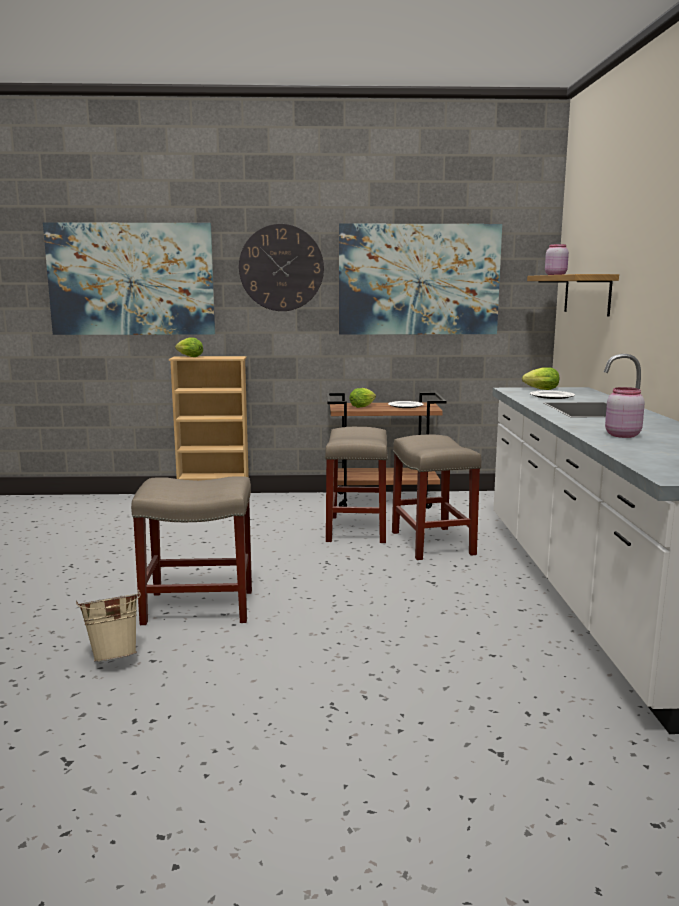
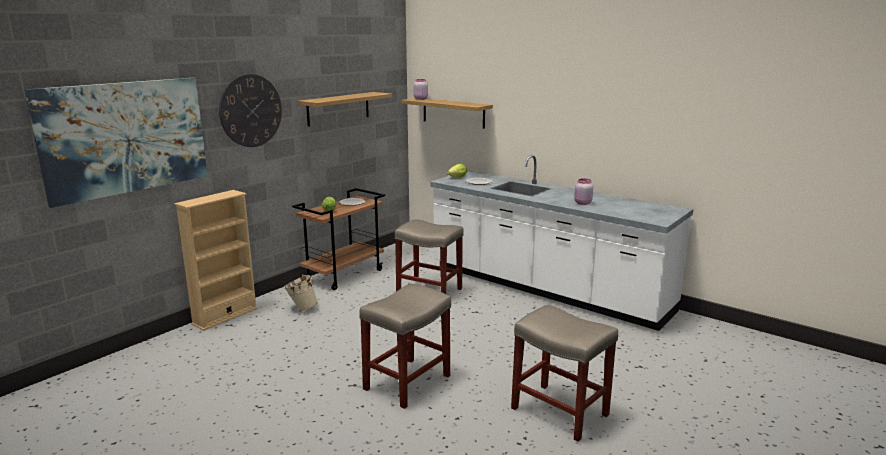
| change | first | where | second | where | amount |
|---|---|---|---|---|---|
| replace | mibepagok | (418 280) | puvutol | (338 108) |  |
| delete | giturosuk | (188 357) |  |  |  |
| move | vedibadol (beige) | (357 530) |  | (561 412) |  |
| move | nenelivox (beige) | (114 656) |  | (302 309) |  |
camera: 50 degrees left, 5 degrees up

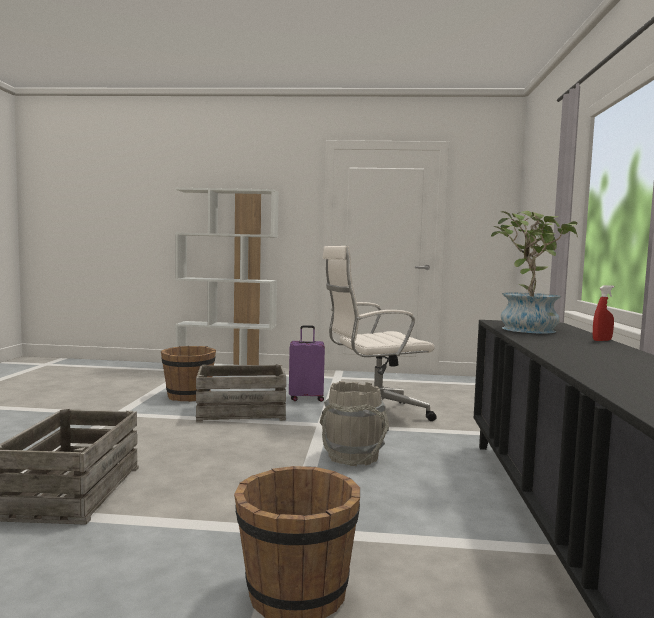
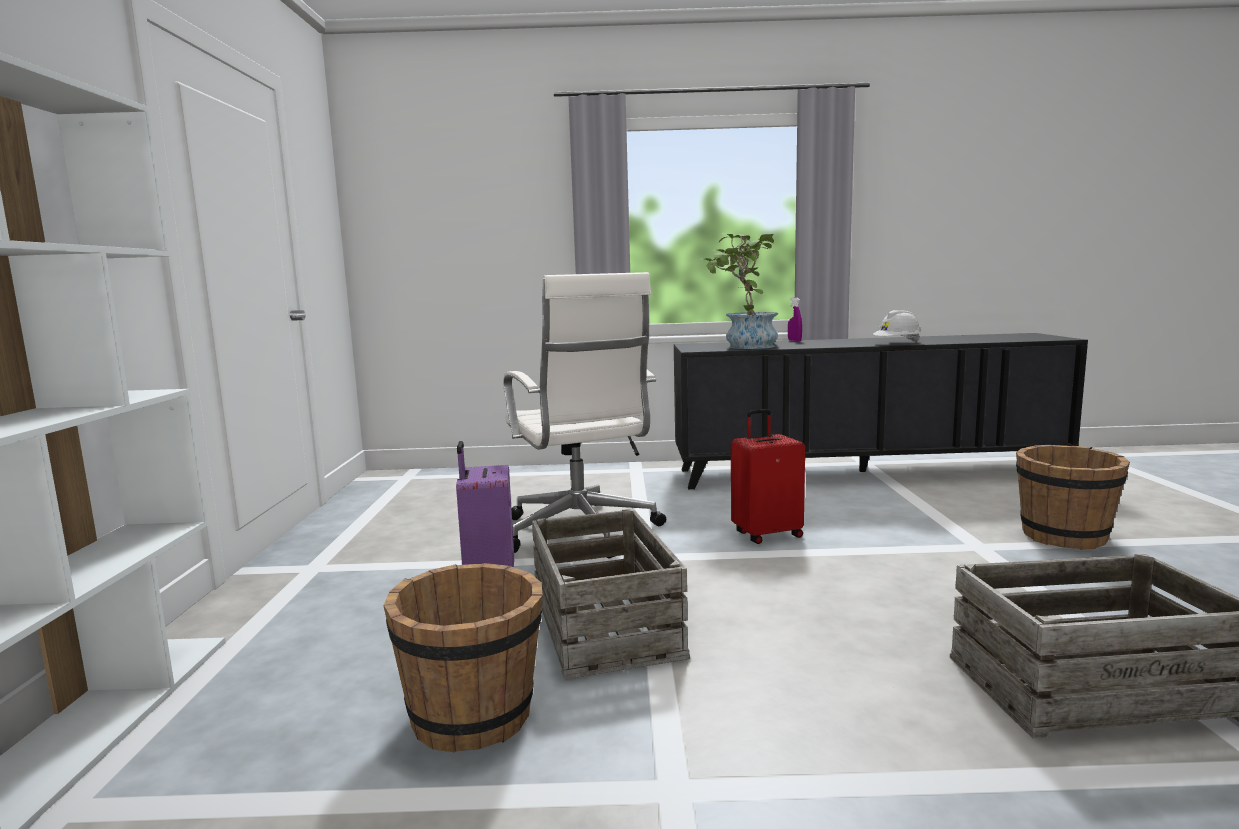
| change | first | where | second | where | amount |
|---|---|---|---|---|---|
| recolor | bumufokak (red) | (602 340) | bumufokak (purple) | (794 341) |  |
| replace | nenelivox (grey) | (353 457) | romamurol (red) | (766 534) |  |
| insert |  |  | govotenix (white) | (897 343) |  |
camera: 95 degrees left, 5 degrees up

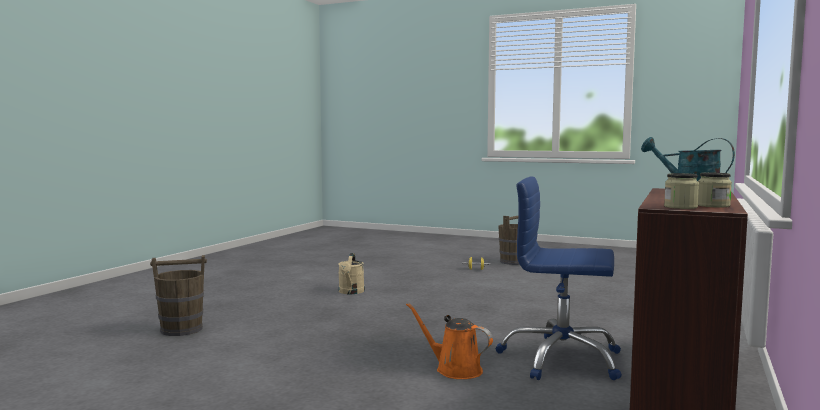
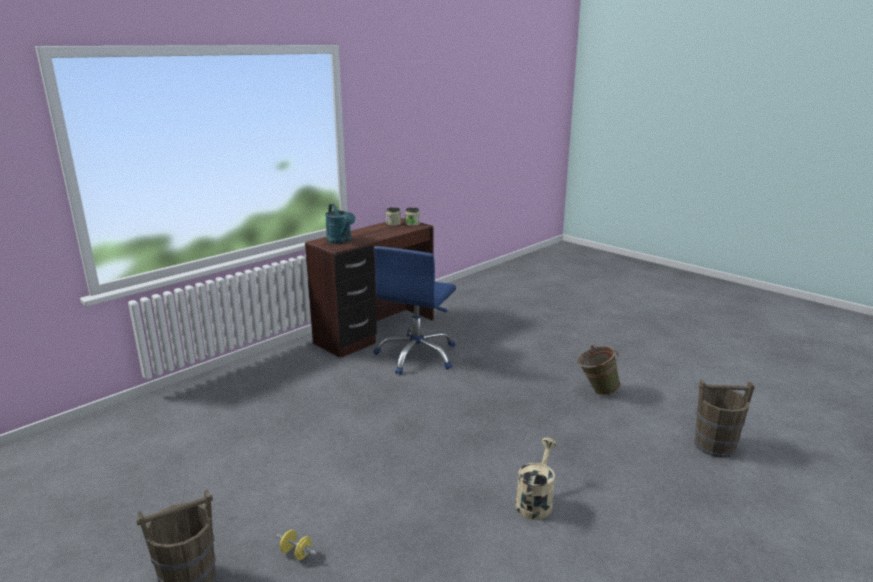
| change | first | where | second | where | amount |
|---|---|---|---|---|---|
| rotate | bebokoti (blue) | (561 359) |  | (417 355) | 75 degrees clockwise |
| delete | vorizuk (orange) | (454 369) |  |  |  |
| insert |  |  | nenelivox (green) | (596 391) |  |
camera: 160 degrees left, 15 degrees up

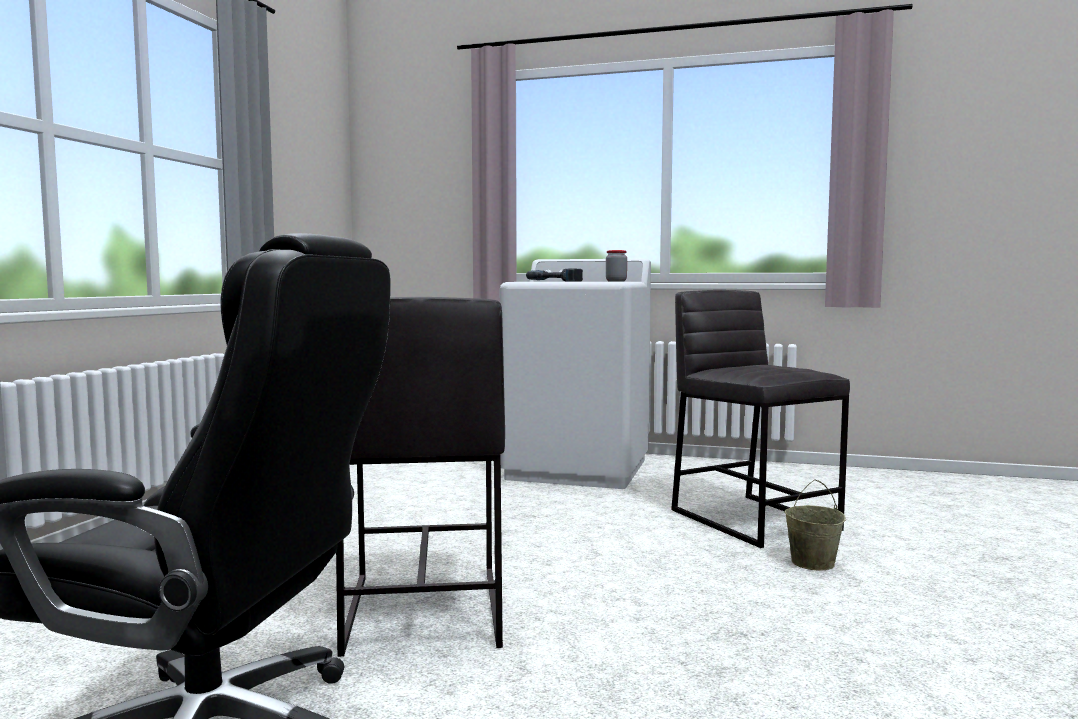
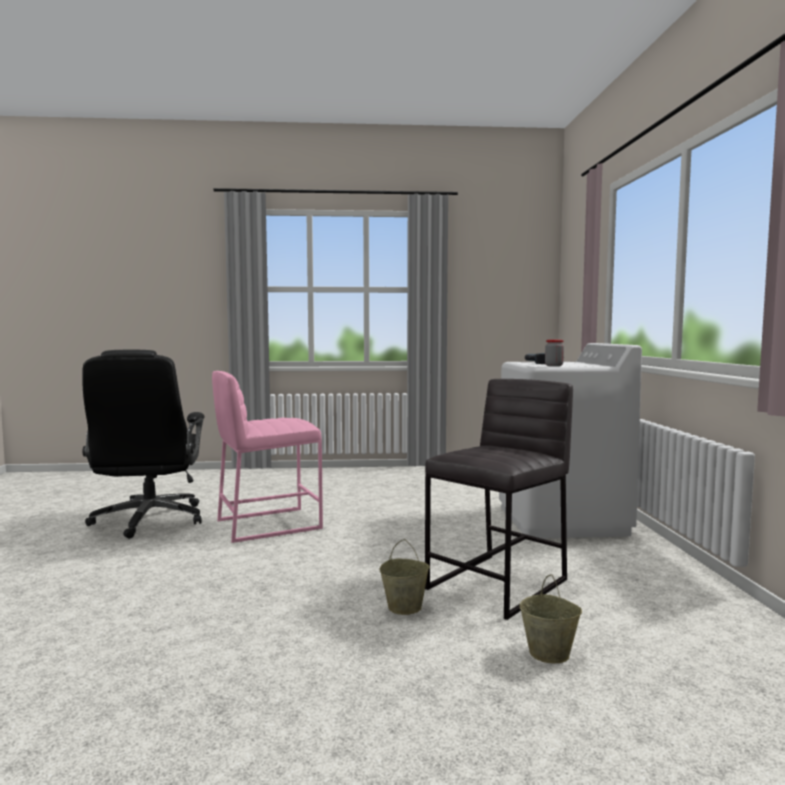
| change | first | where | second | where | amount |
|---|---|---|---|---|---|
| recolor | vedibadol (grey) | (421 610) | vedibadol (pink) | (267 524) |  |
| insert |  |  | nenelivox (beige) | (550 653) |  |
camera: 70 degrees right, 0 degrees up

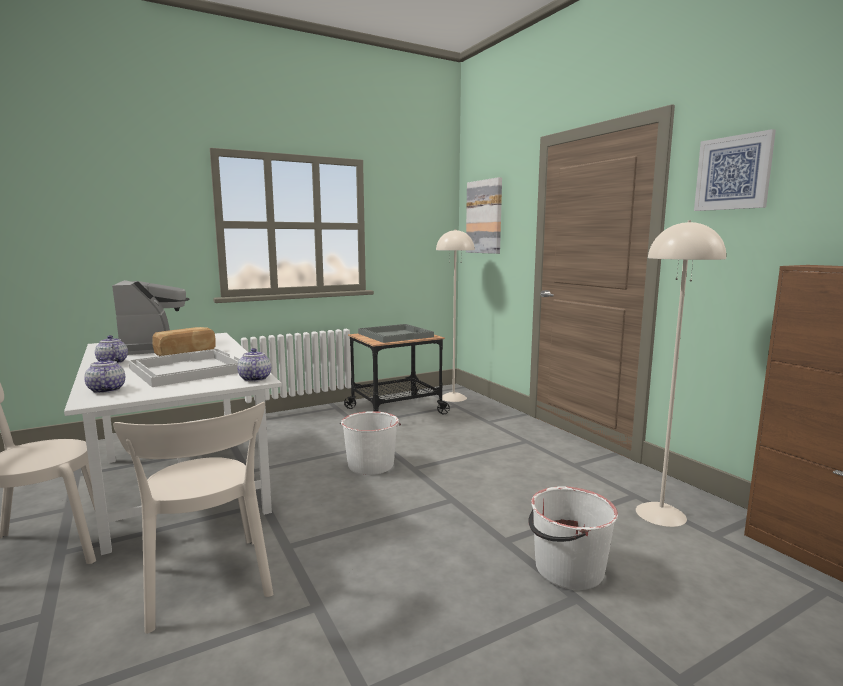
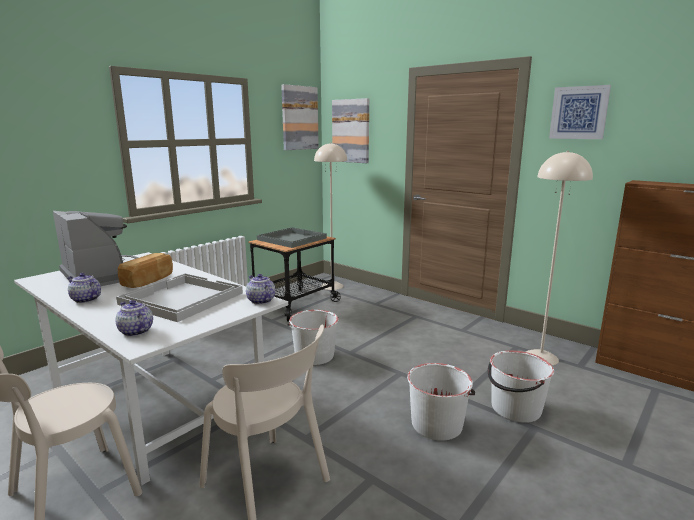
| change | first | where | second | where | amount |
|---|---|---|---|---|---|
| insert |  |  | mibepagok | (299 118) |  |
| insert |  |  | nenelivox (white) | (437 424) |  |
camera: 20 degrees left, 5 degrees up

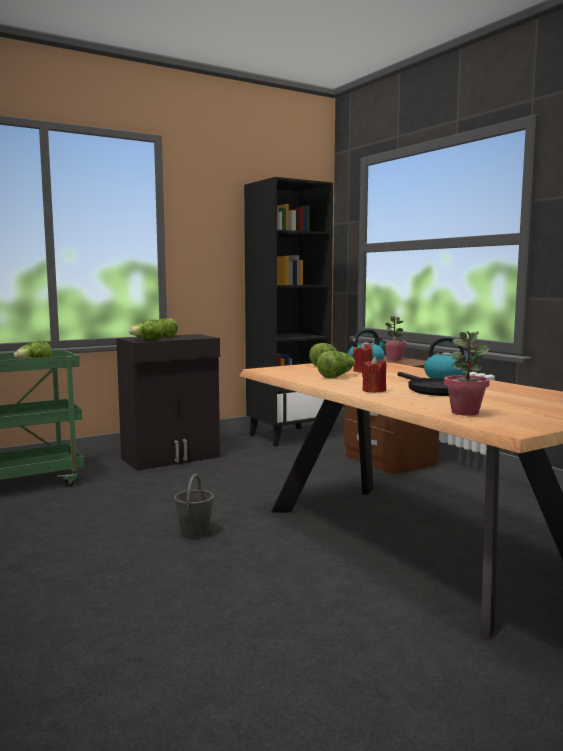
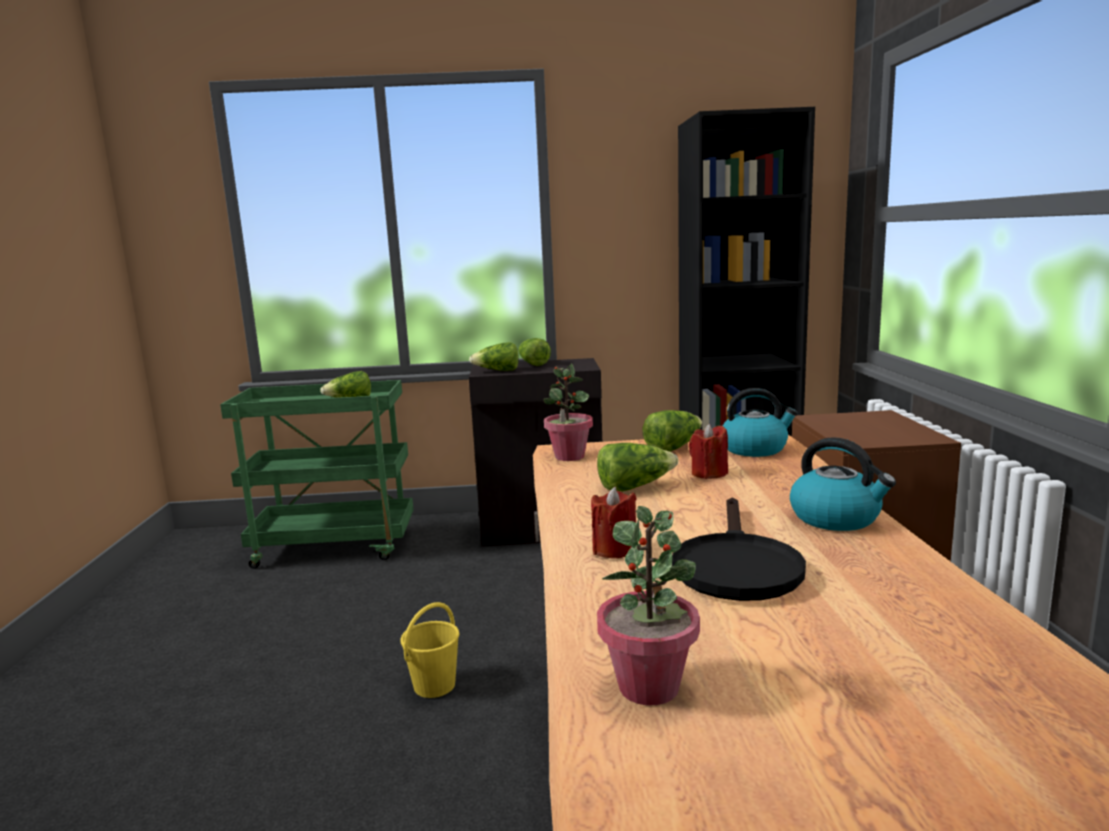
| change | first | where | second | where | amount |
|---|---|---|---|---|---|
| move | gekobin | (394 359) |  | (569 456) |  |
| recolor | nenelivox (grey) | (194 532) | nenelivox (yellow) | (434 686) |  |
camera: 30 degrees right, 5 degrees up

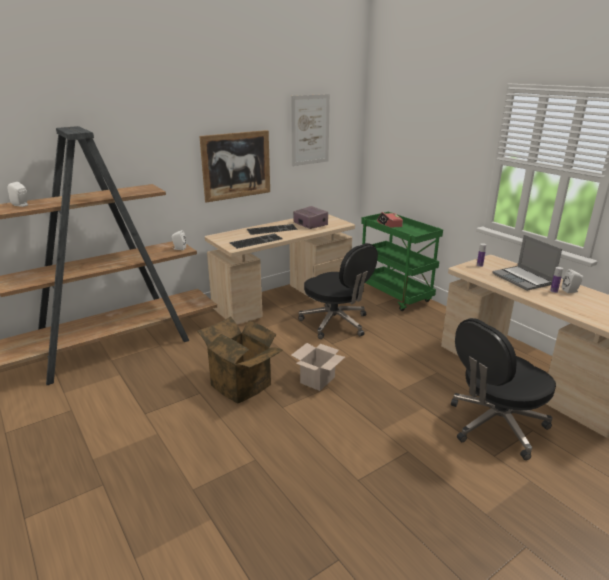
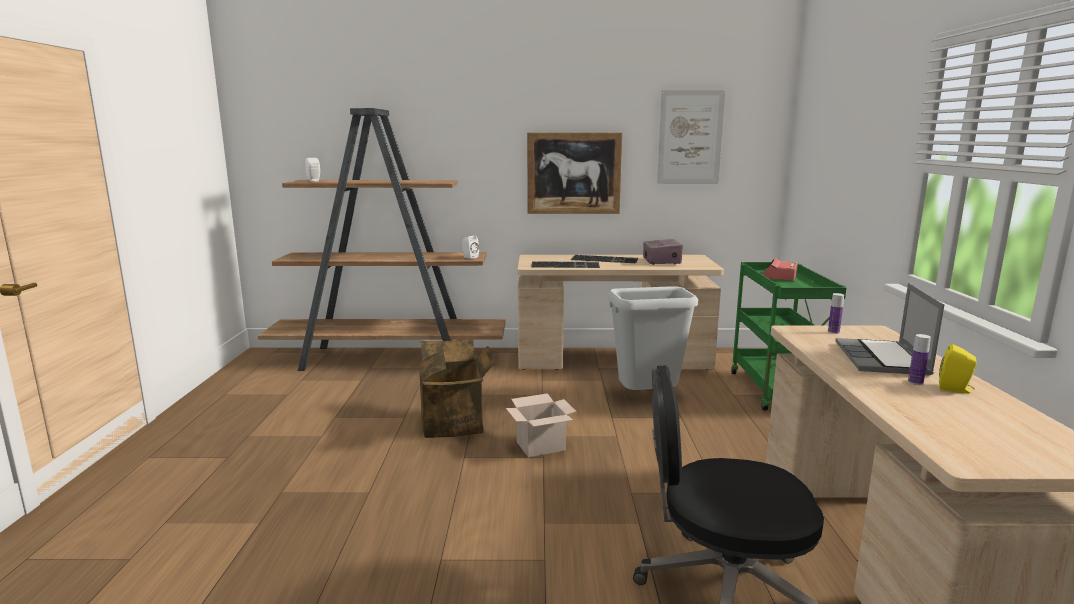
| change | first | where | second | where | amount |
|---|---|---|---|---|---|
| replace | bebokoti (black) | (336 323) | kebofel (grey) | (647 399) |  |
| recolor | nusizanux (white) | (571 291) | nusizanux (yellow) | (955 389) |  |
camera: 35 degrees right, 10 degrees down

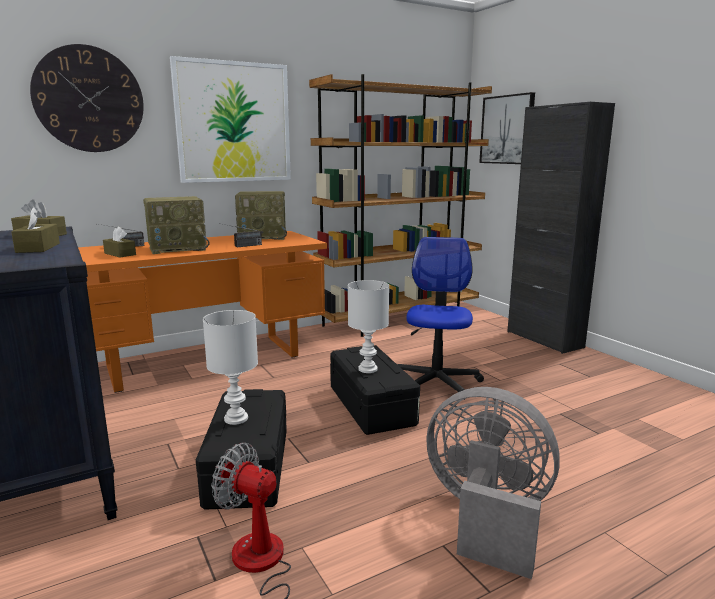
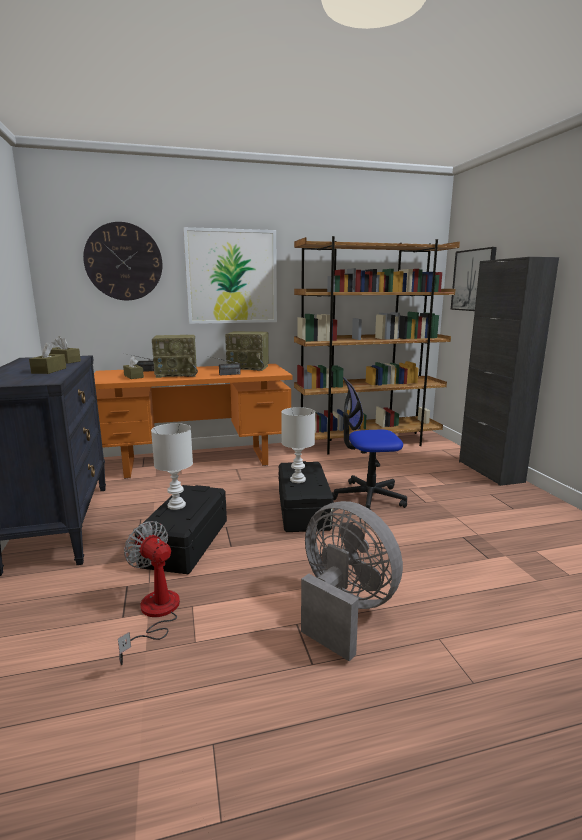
| change | first | where | second | where | amount |
|---|---|---|---|---|---|
| rotate | bebokoti | (436 382) |  | (368 498) | 120 degrees counterclockwise |
camera: 15 degrees right, 0 degrees up

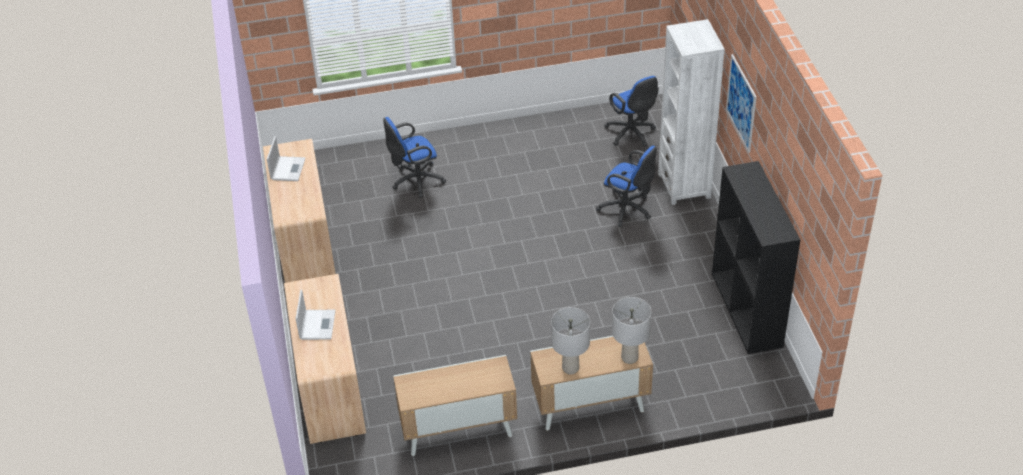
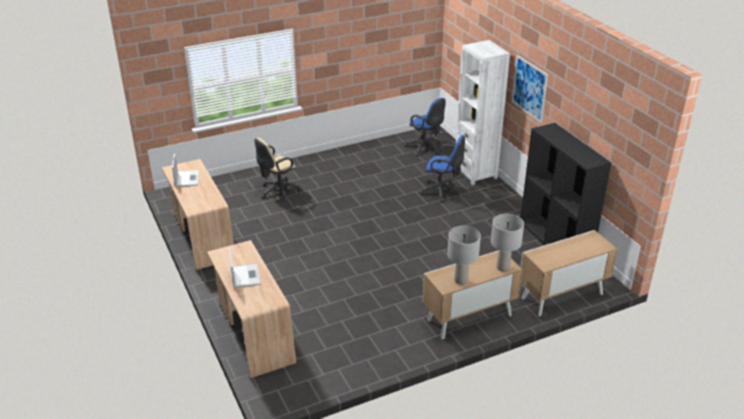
| change | first | where | second | where | amount |
|---|---|---|---|---|---|
| recolor | bebokoti (blue) | (415 181) | bebokoti (beige) | (278 191) |  |
| move | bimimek | (458 431) |  | (562 296) |  |
camera: 15 degrees left, 10 degrees down

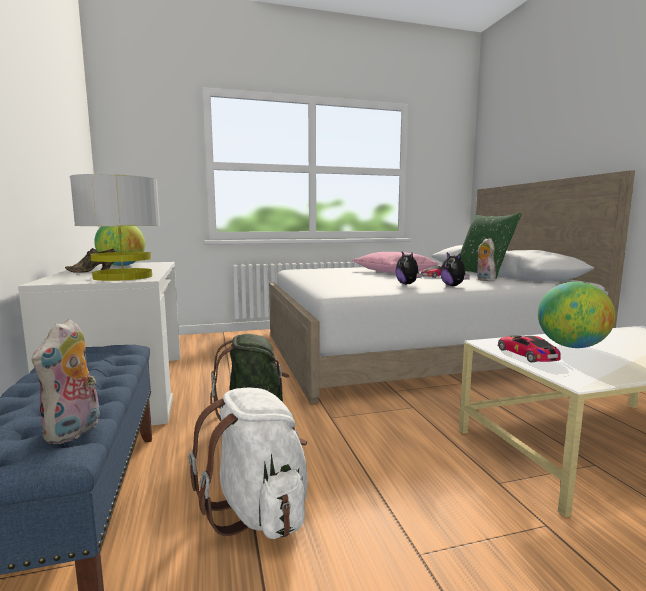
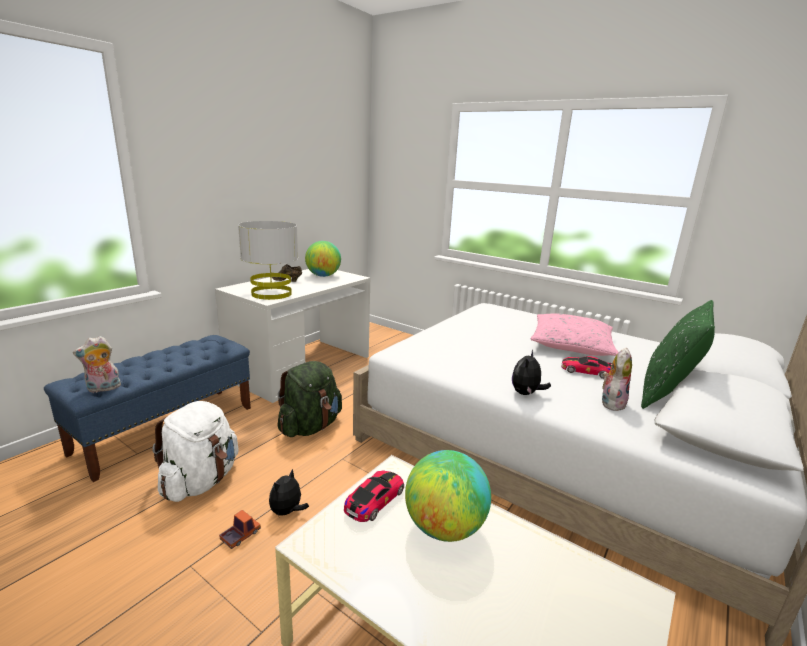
| change | first | where | second | where | amount |
|---|---|---|---|---|---|
| move | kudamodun | (407 284) |  | (287 512) |  |
| insert |  |  | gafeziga | (240 535) |  |
camera: 50 degrees right, 10 degrees up

